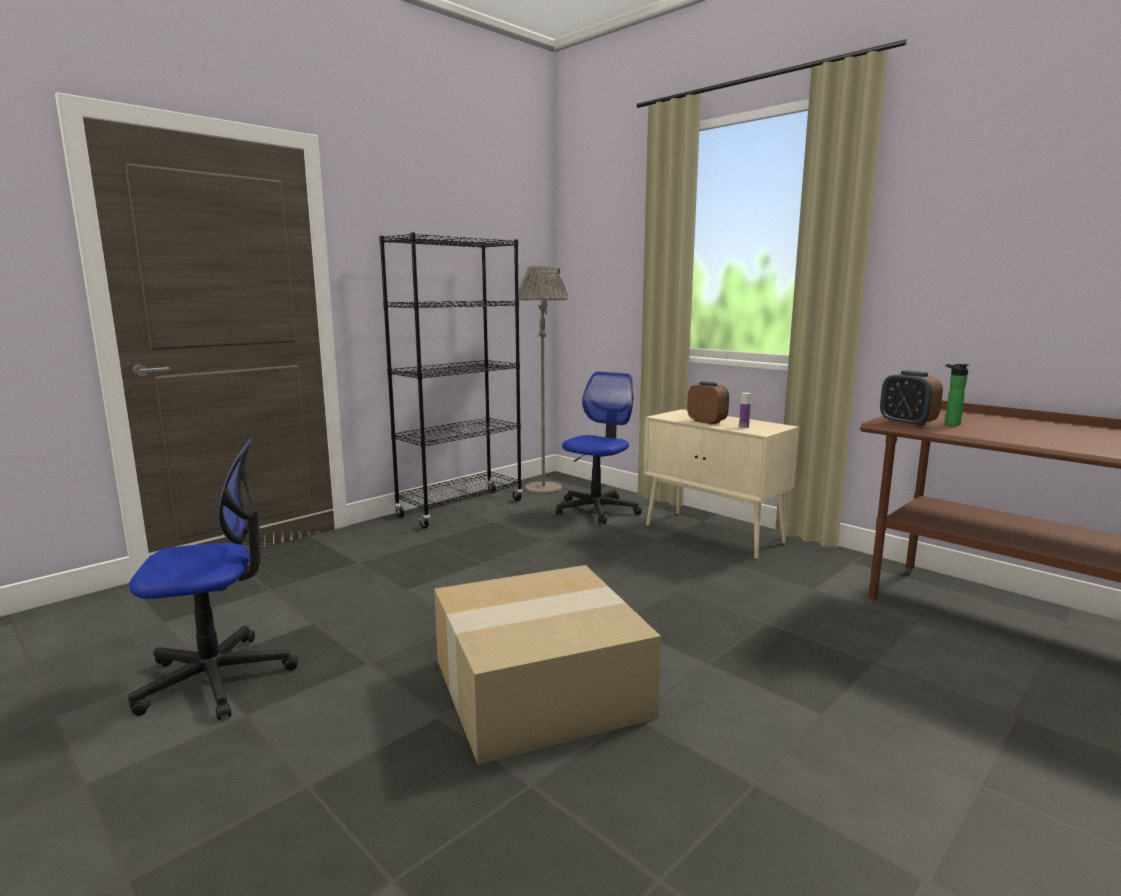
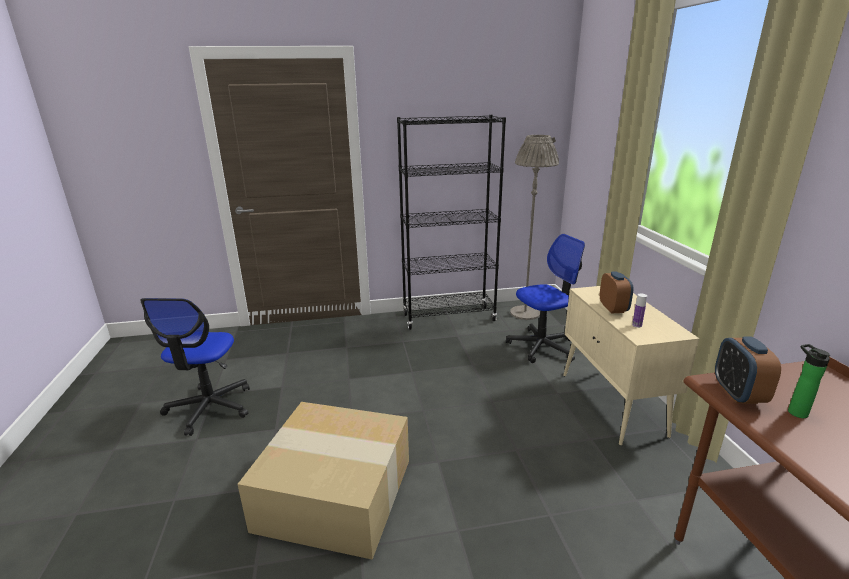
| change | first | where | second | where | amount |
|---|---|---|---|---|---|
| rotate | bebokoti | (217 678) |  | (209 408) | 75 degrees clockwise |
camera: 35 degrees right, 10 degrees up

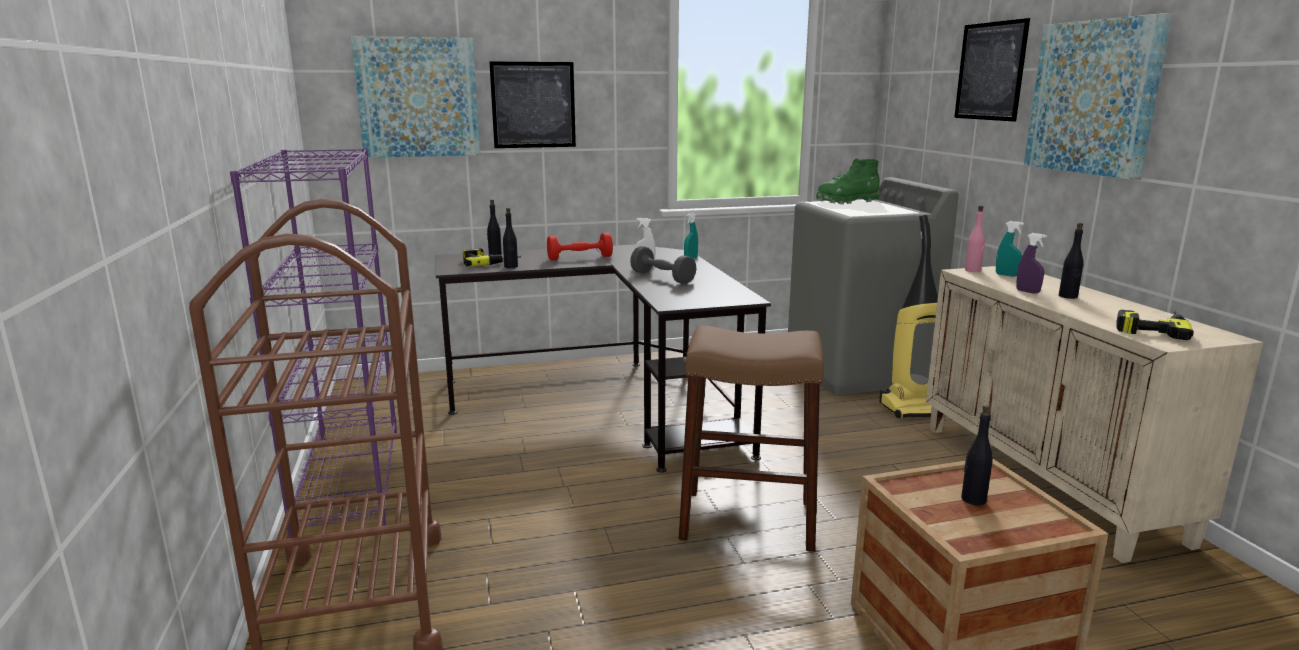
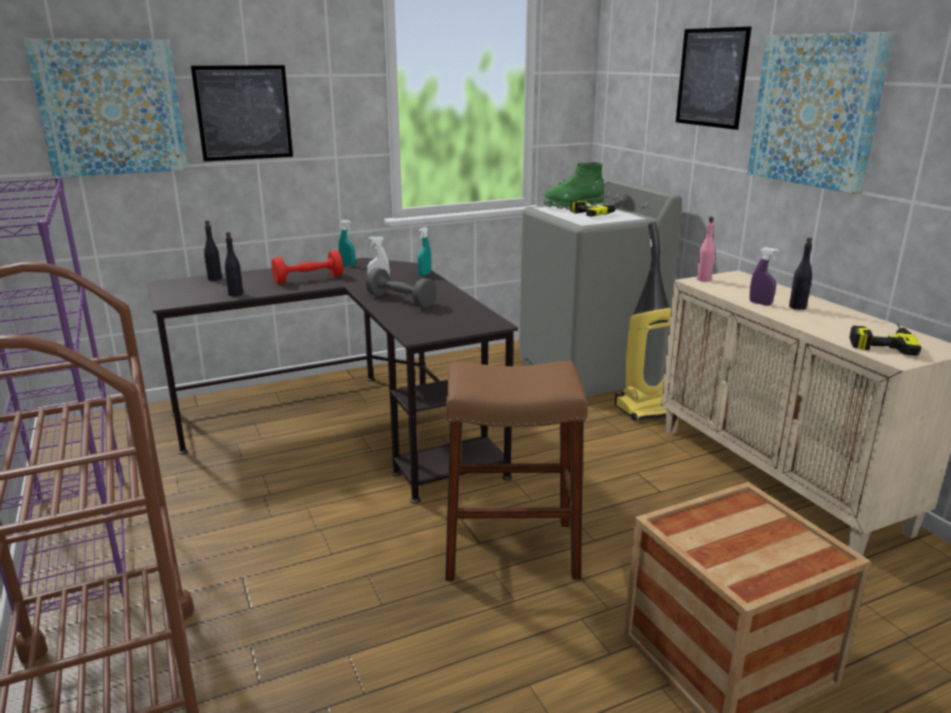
| change | first | where | second | where | amount |
|---|---|---|---|---|---|
| move | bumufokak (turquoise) | (1006 275) |  | (347 265) |  |
| move | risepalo | (489 262) |  | (597 212) |  |
| delete | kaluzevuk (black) | (973 499) |  |  |  |
camera: 10 degrees left, 5 degrees up

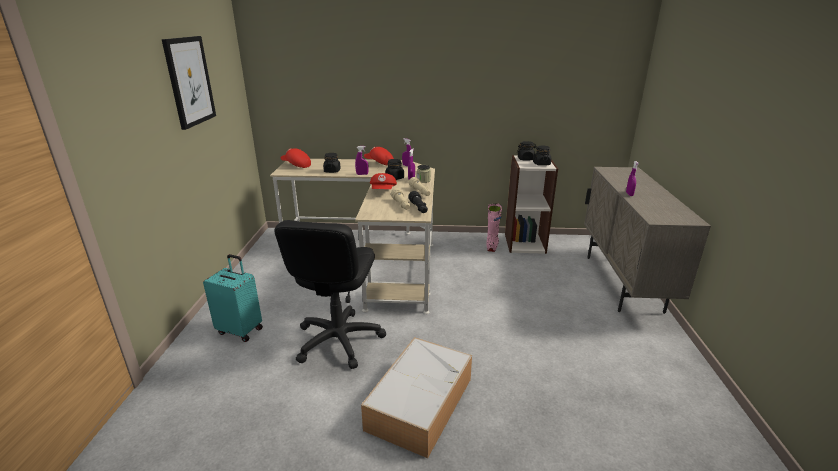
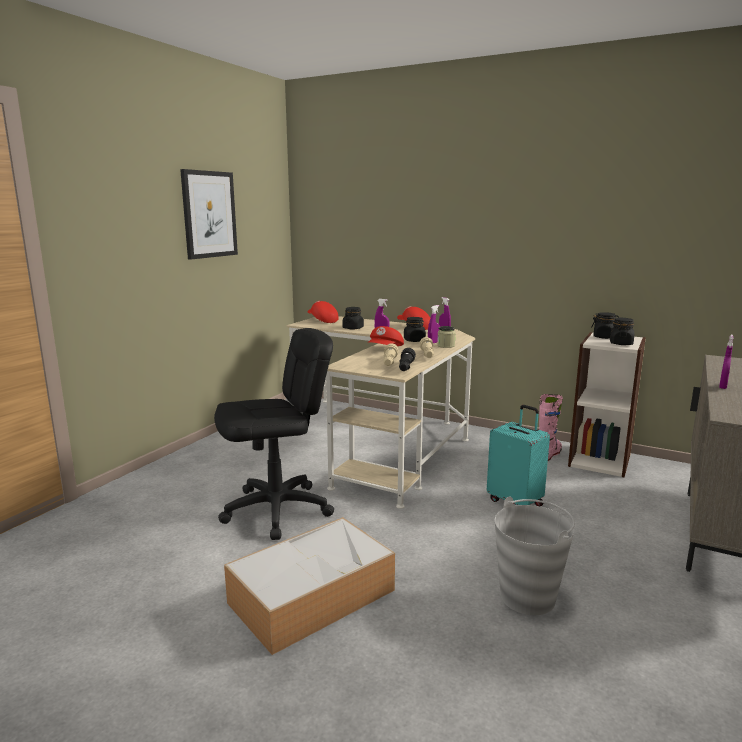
| change | first | where | second | where | amount |
|---|---|---|---|---|---|
| rotate | bebokoti (black) | (338 340) |  | (277 510) | 150 degrees counterclockwise |
| move | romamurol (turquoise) | (241 330) |  | (516 502) |  |
| insert |  |  | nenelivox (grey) | (528 597) |  |
camera: 25 degrees right, 10 degrees down

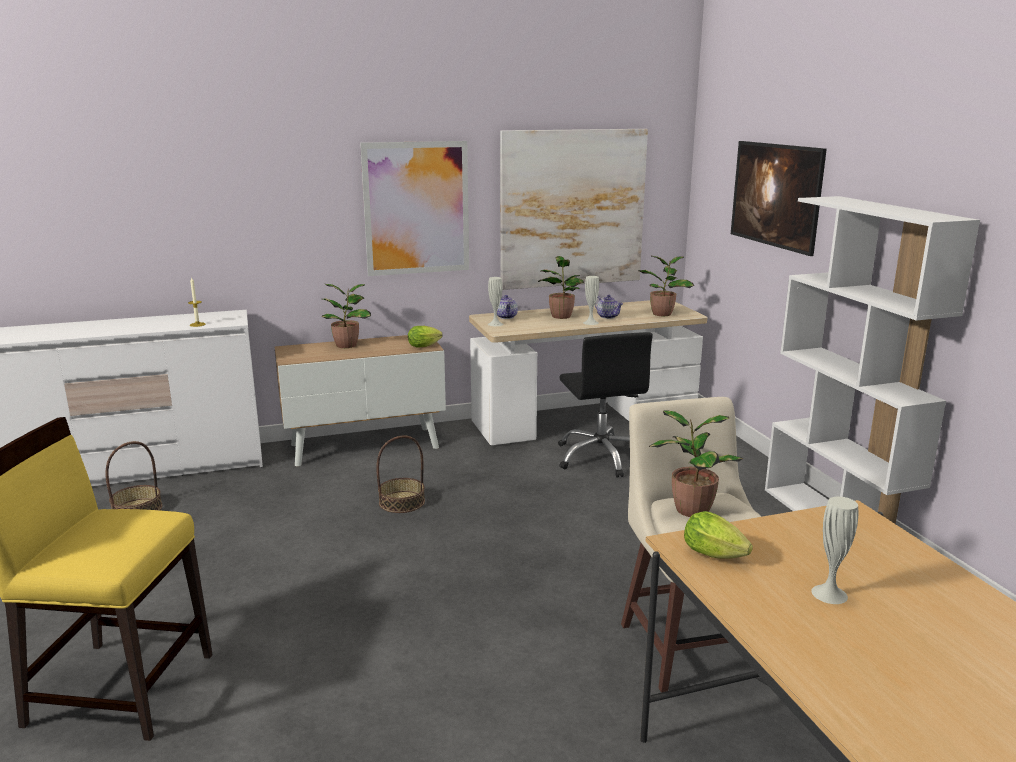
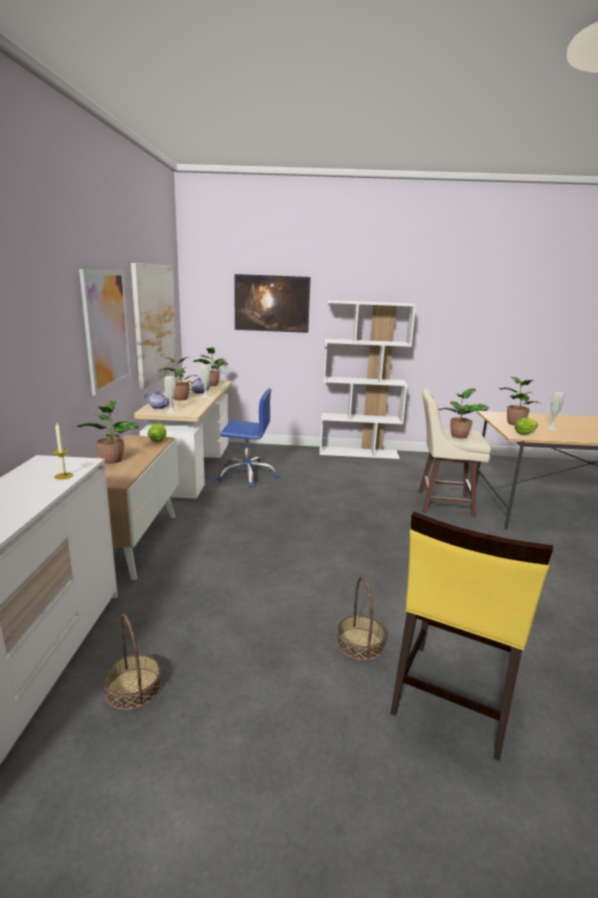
| change | first | where | second | where | amount |
|---|---|---|---|---|---|
| recolor | bebokoti (black) | (601 457) | bebokoti (blue) | (247 475) |  |
| move | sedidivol | (402 502) |  | (360 643) |  |
| insert |  |  | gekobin | (514 423) |  |
camera: 70 degrees left, 0 degrees up

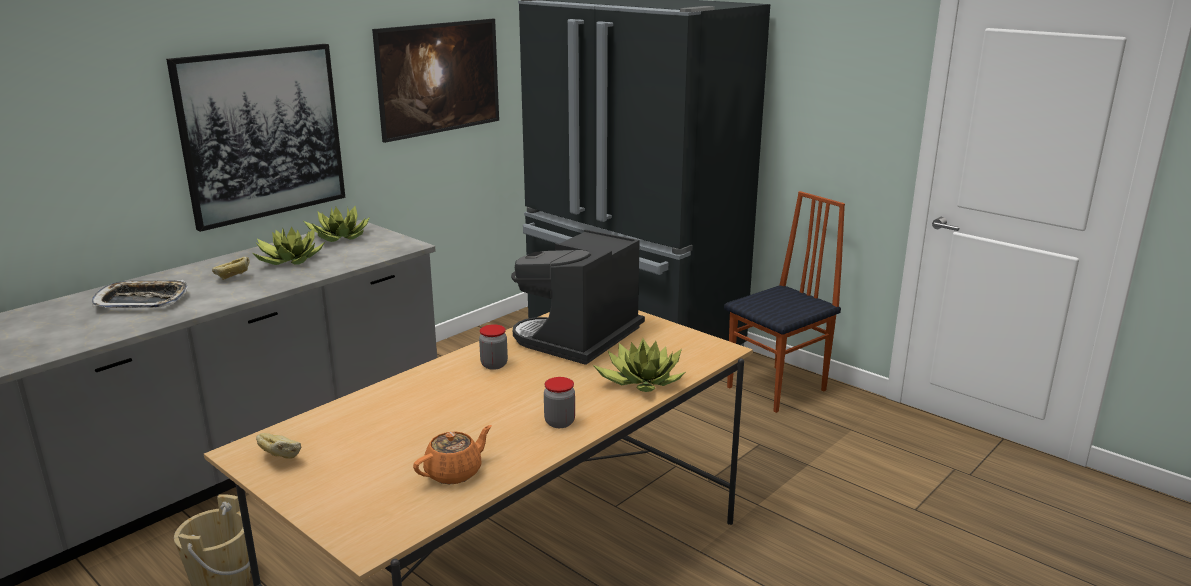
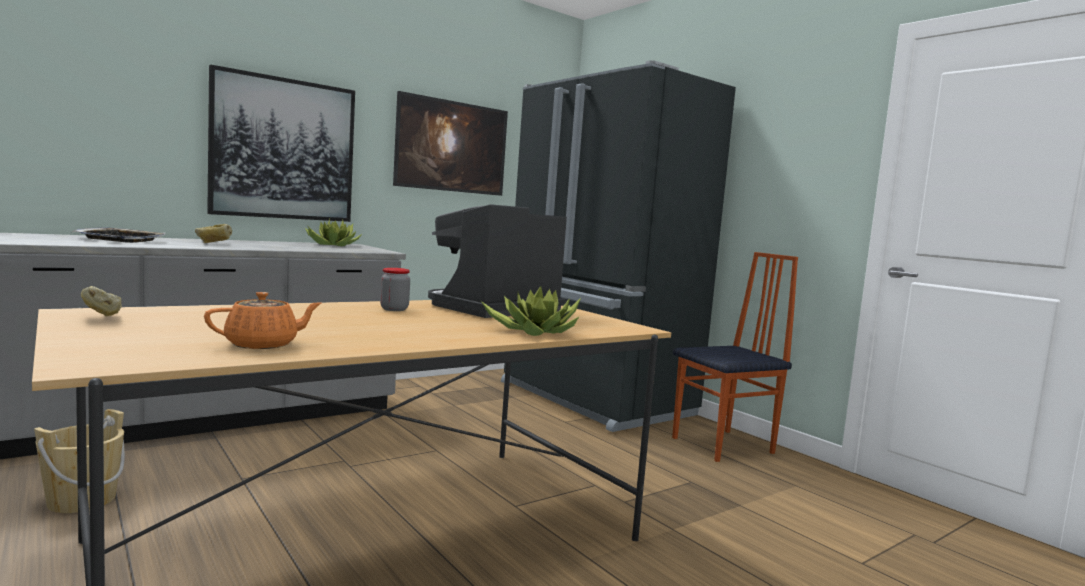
| change | first | where | second | where | amount |
|---|---|---|---|---|---|
| delete | gekobin | (288 260) |  |  |  |
| delete | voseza | (559 422) |  |  |  |
camera: 10 degrees right, 15 degrees down

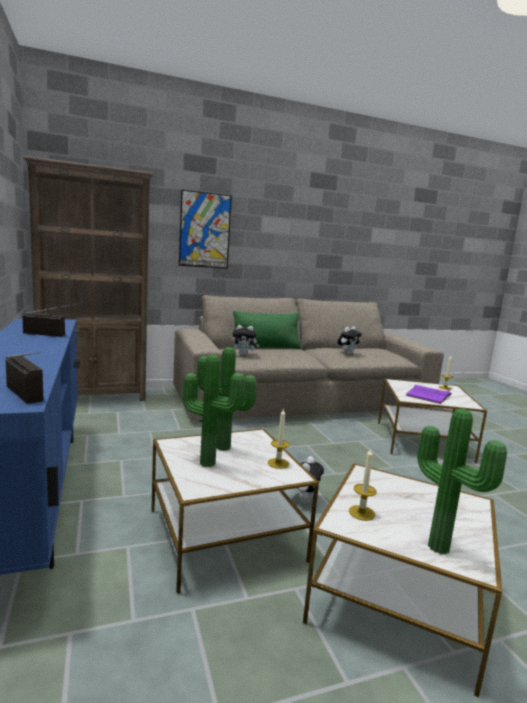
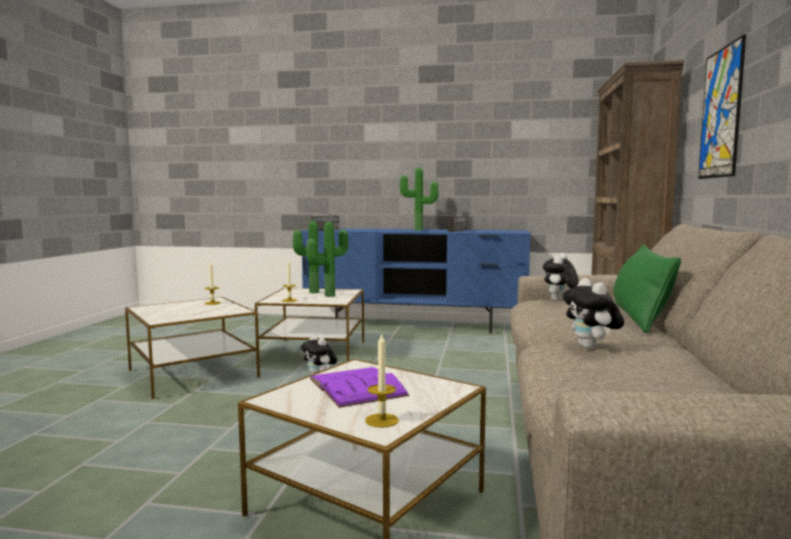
| change | first | where | second | where | amount |
|---|---|---|---|---|---|
| move | gekobin | (441 546) |  | (418 230) |  |
camera: 120 degrees right, 5 degrees down

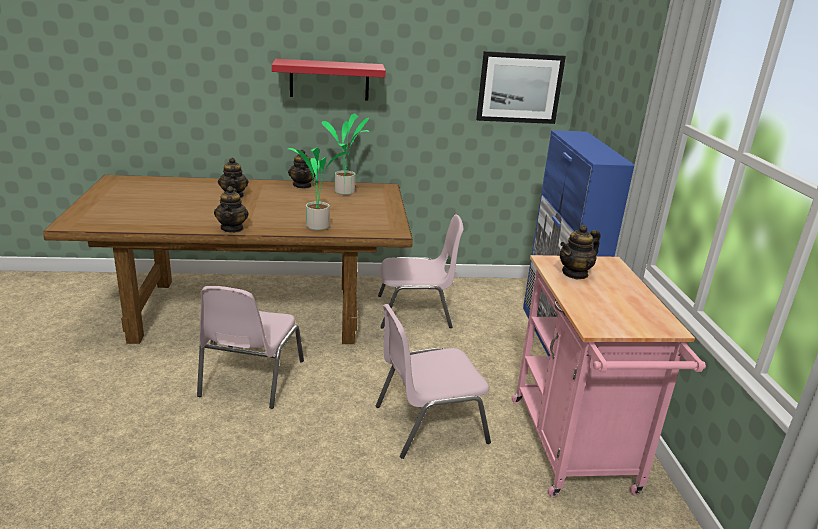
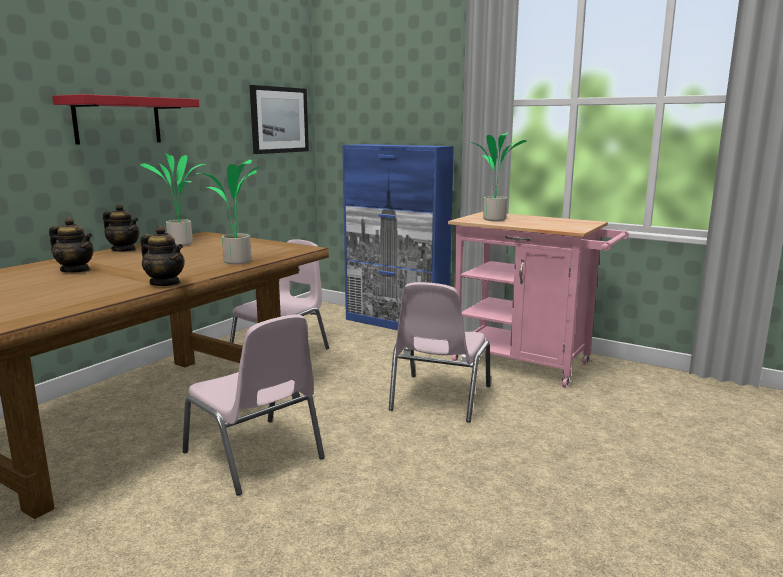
| change | first | where | second | where | amount |
|---|---|---|---|---|---|
| replace | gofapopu | (575 273) | gekobin | (493 220) |  |
camera: 50 degrees left, 10 degrees down

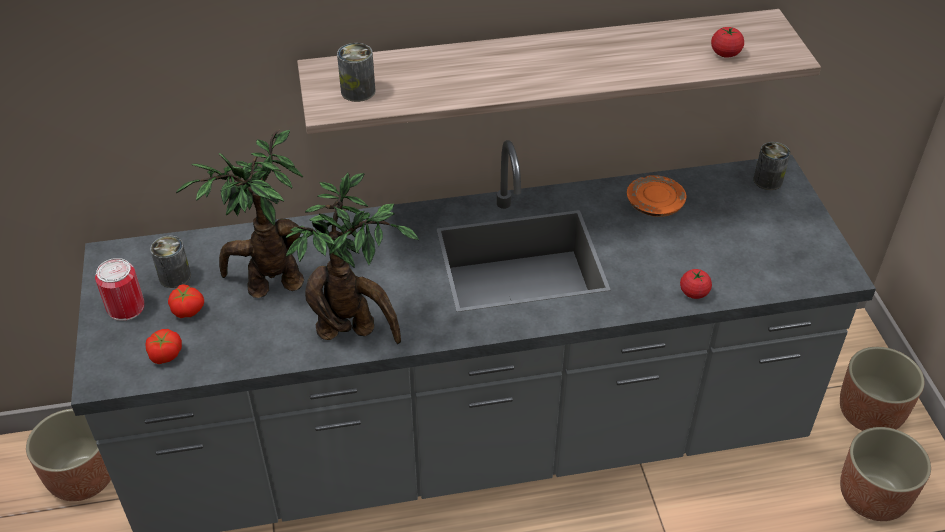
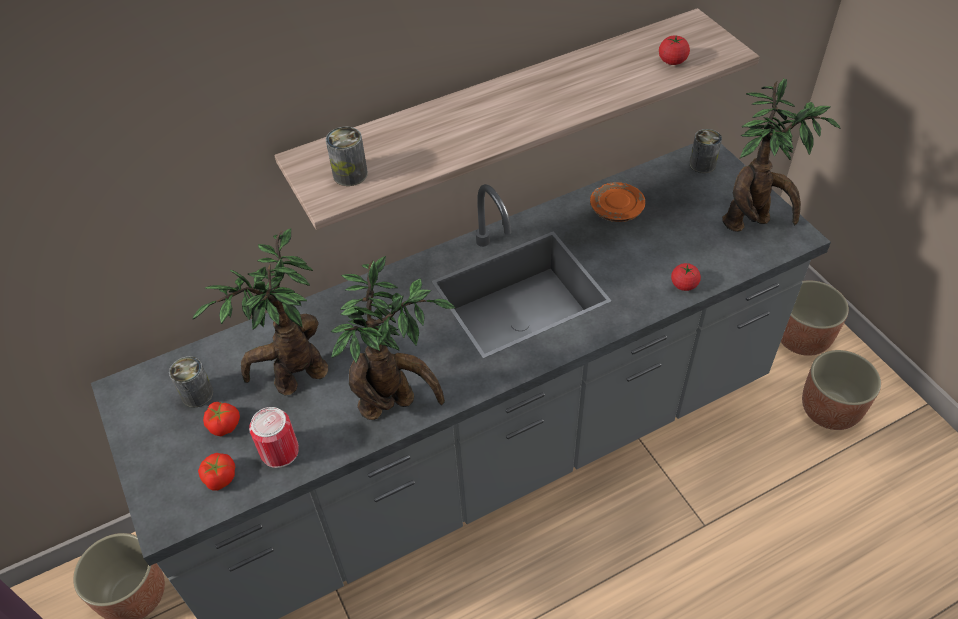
| change | first | where | second | where | amount |
|---|---|---|---|---|---|
| move | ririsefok | (126 307) |  | (280 451) |  |
| insert |  |  | gekobin | (753 221) |  |
camera: 15 degrees left, 5 degrees up

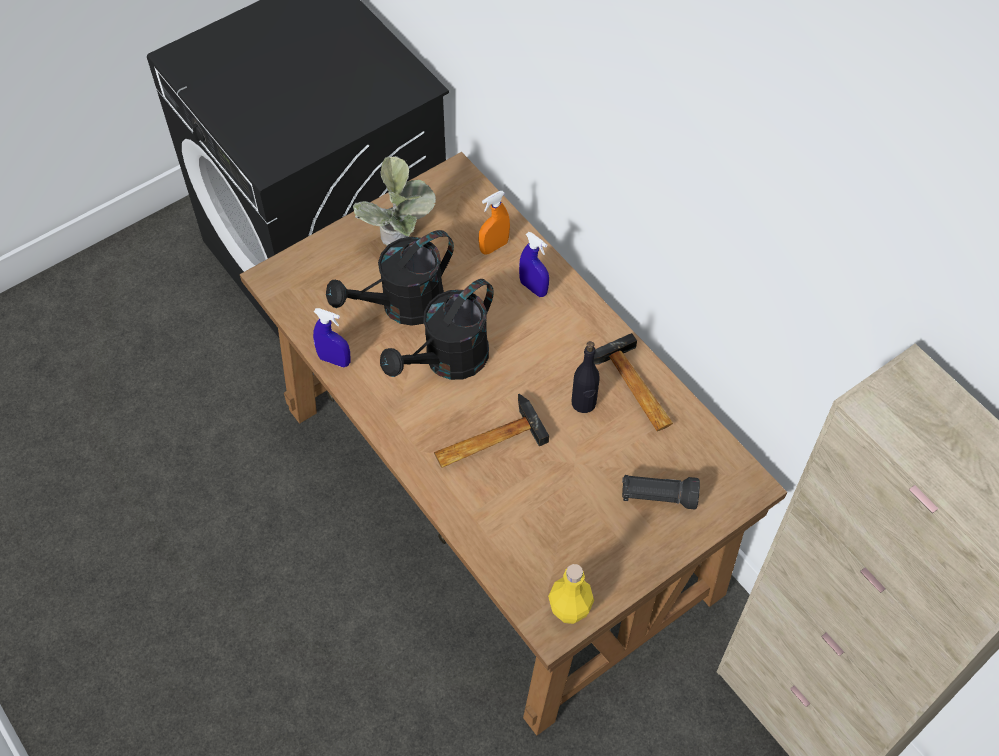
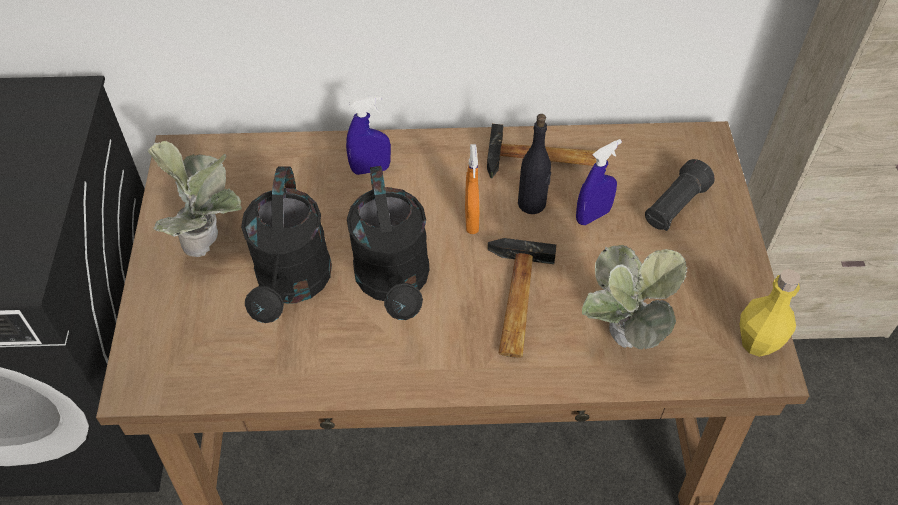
| change | first | where | second | where | amount |
|---|---|---|---|---|---|
| move | bumufokak (orange) | (494 247) |  | (471 221) |  |
| move | bumufokak (blue) | (334 360) |  | (593 216) |  |
| insert |  |  | gekobin | (619 342) |  |
camera: 55 degrees left, 5 degrees down

